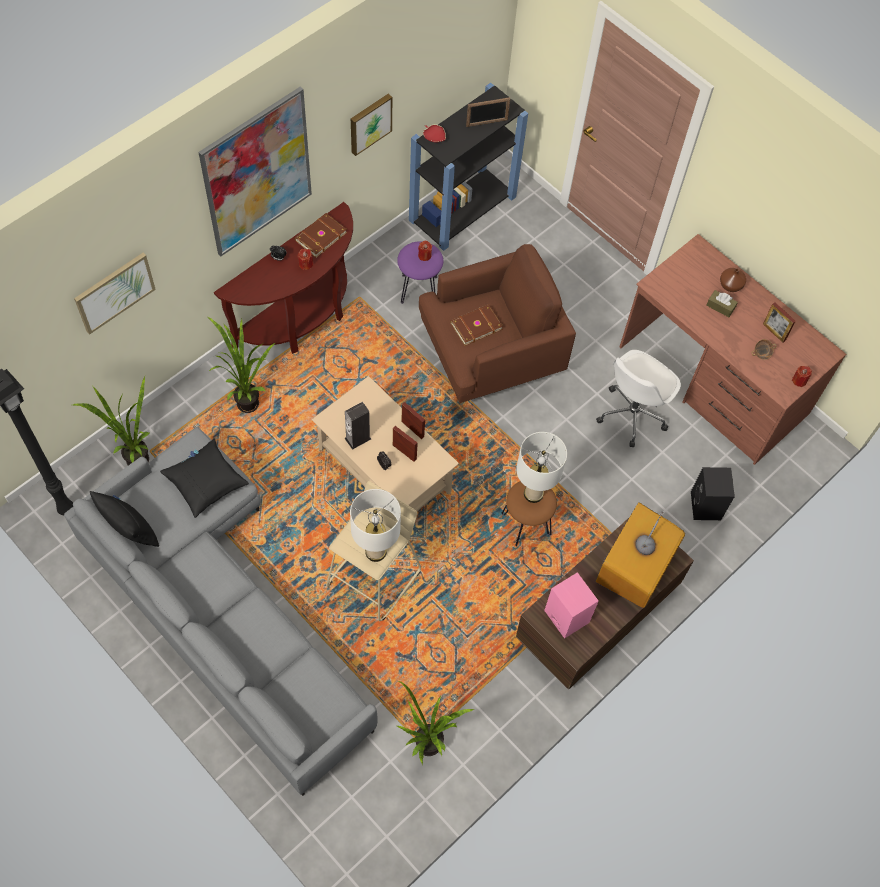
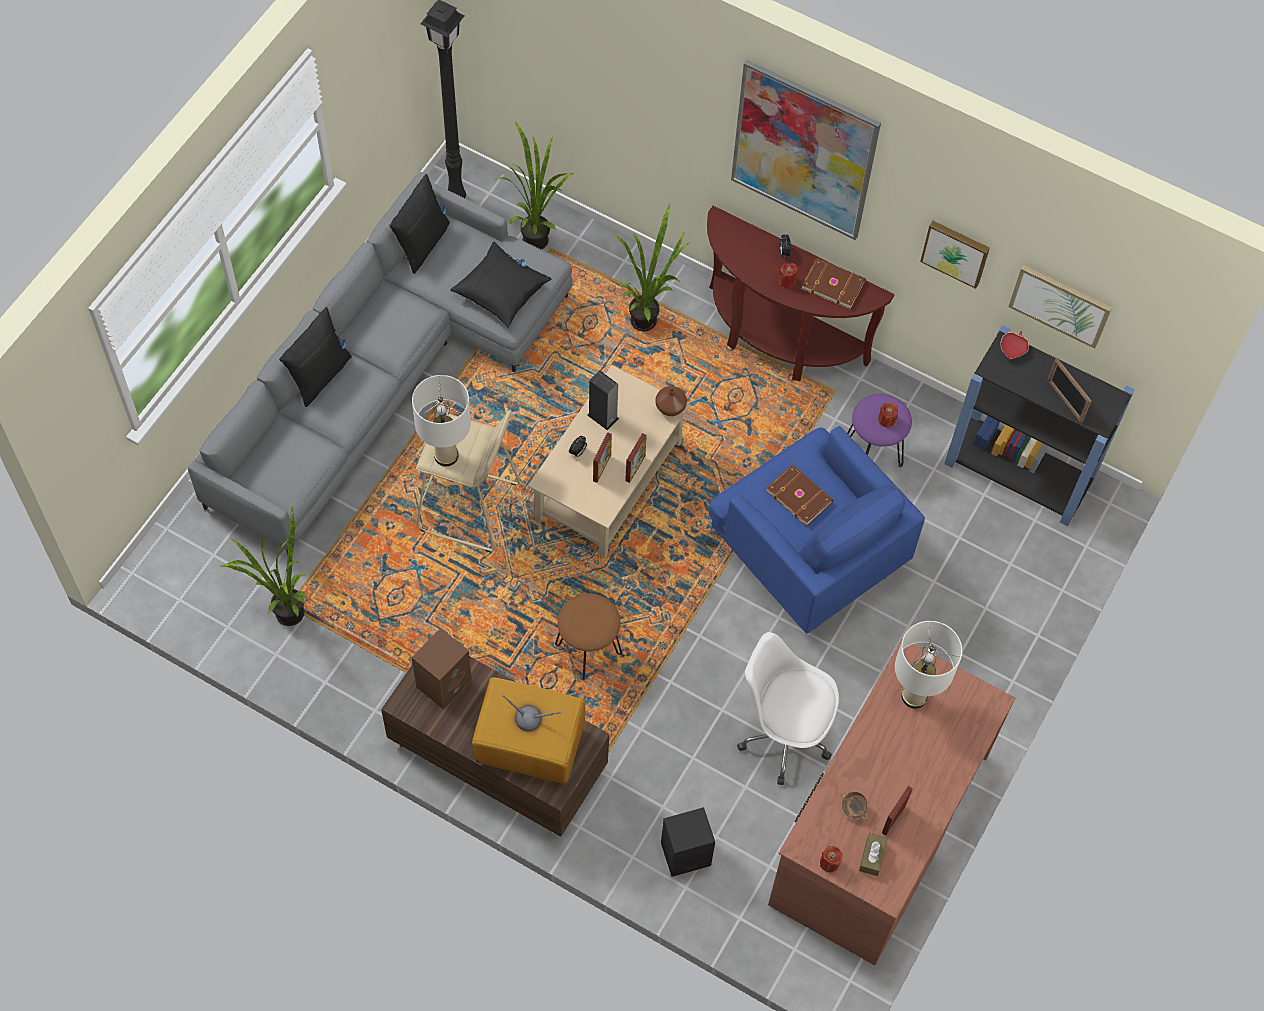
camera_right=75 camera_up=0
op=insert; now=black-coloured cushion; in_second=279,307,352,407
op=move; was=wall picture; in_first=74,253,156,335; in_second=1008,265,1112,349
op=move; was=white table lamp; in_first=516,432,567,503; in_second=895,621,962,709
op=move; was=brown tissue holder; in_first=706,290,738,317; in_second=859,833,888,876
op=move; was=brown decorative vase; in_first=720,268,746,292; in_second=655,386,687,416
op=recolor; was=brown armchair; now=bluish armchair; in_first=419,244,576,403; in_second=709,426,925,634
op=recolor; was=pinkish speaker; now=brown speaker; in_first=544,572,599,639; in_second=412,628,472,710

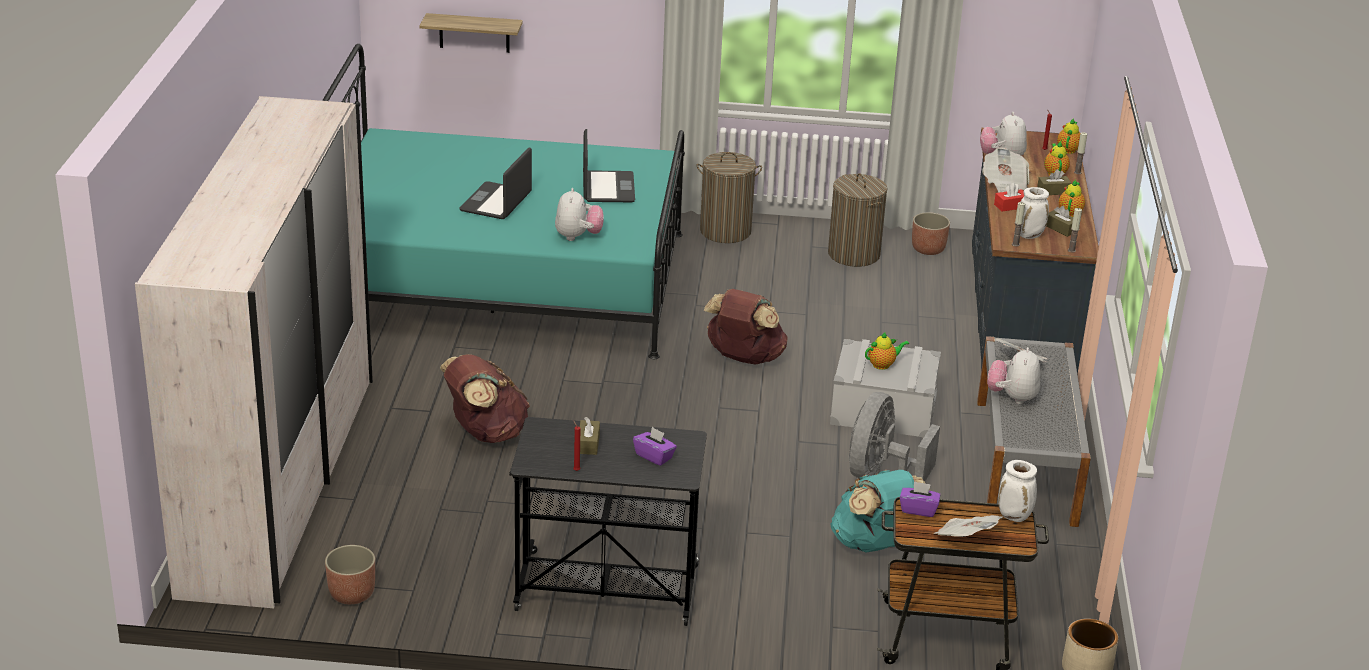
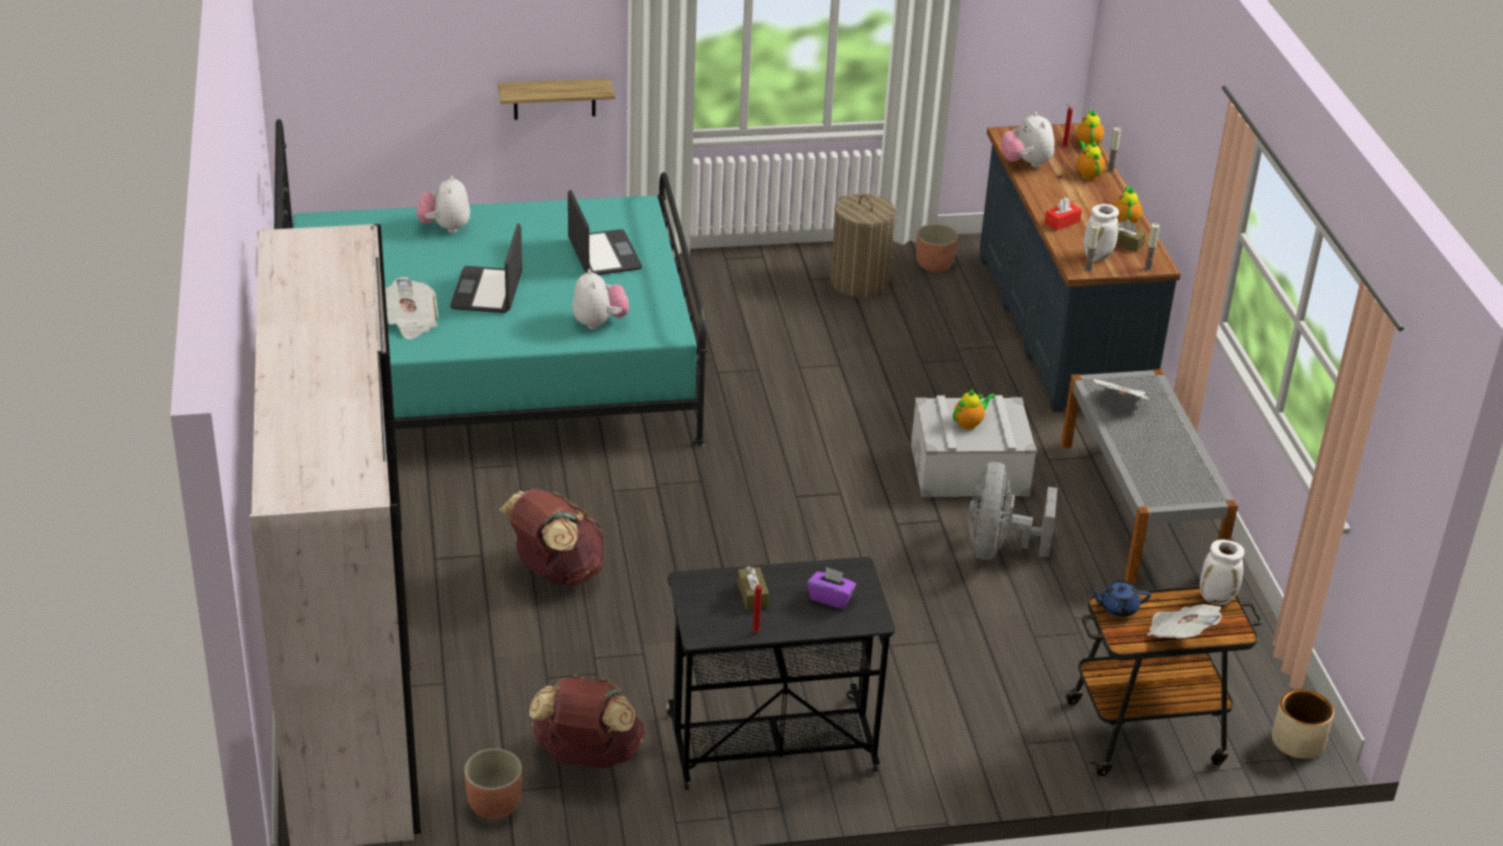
camera_right=-15 camera_up=5
op=delete; was=hamper; in_first=697,152,762,243
op=delete; was=blue-green backpack; in_first=830,470,931,552
op=delete; was=brown tissue holder; in_first=1037,169,1072,195
op=move; was=shelf; in_first=419,13,523,53; in_second=498,78,615,120
op=move; was=brown backpack; in_first=704,289,788,365; in_second=529,675,645,769
op=move; was=daily paper; in_first=982,147,1030,193; in_second=385,277,438,339
op=move; was=soft toy; in_first=987,347,1040,404; in_second=417,176,470,233
op=replace; was=purple-coloured tissue holder; now=bluish tea pot; in_first=900,481,940,517; in_second=1090,581,1151,617

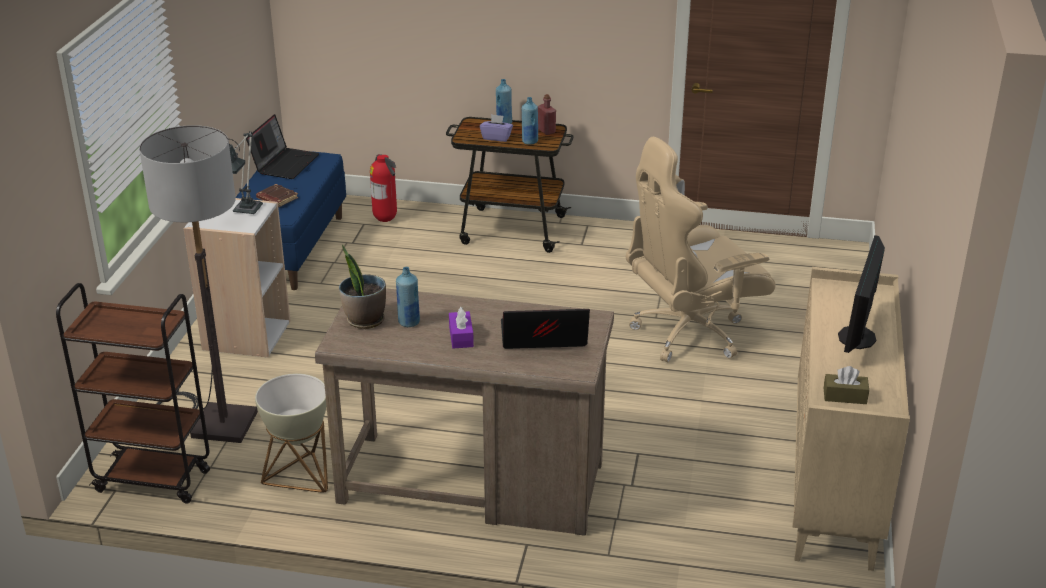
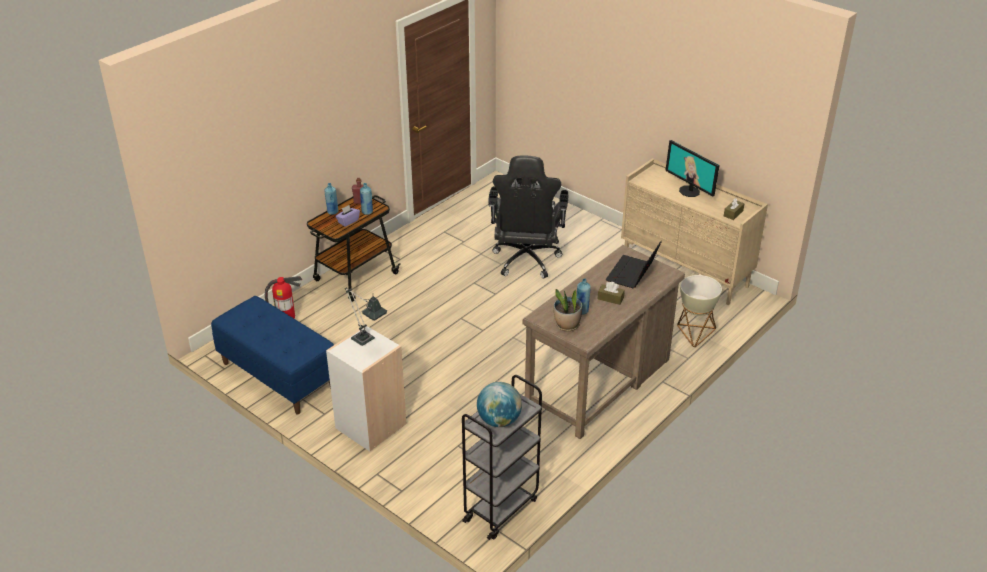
camera_right=-60 camera_up=5
op=delete; was=standard lamp; in_first=139,125,258,443
op=delete; was=notebook computer; in_first=246,114,320,179
op=delete; was=brown bound book; in_first=256,184,298,207
op=insert; now=globe; in_second=477,382,522,427
op=move; was=planter; in_first=255,373,328,493; in_second=677,275,722,347
op=recolor; was=brown trolley; now=grey trolley; in_first=56,283,210,504; in_second=462,375,542,540
op=recolor; was=purple-coloured tissue holder; now=brown tissue holder; in_first=449,307,474,349; in_second=598,282,625,305
op=recolor; was=beige office chair; now=black-coloured office chair; in_first=626,137,776,362; in_second=488,155,568,279

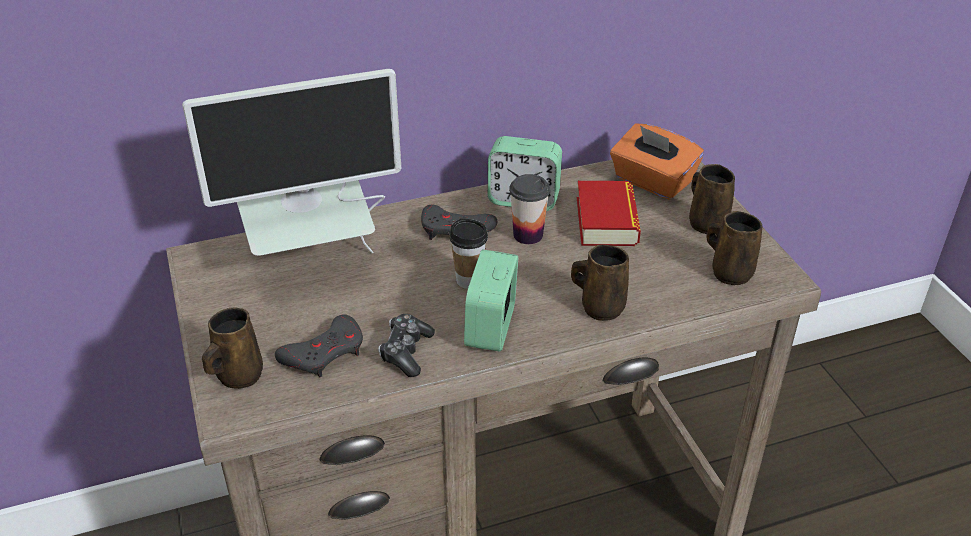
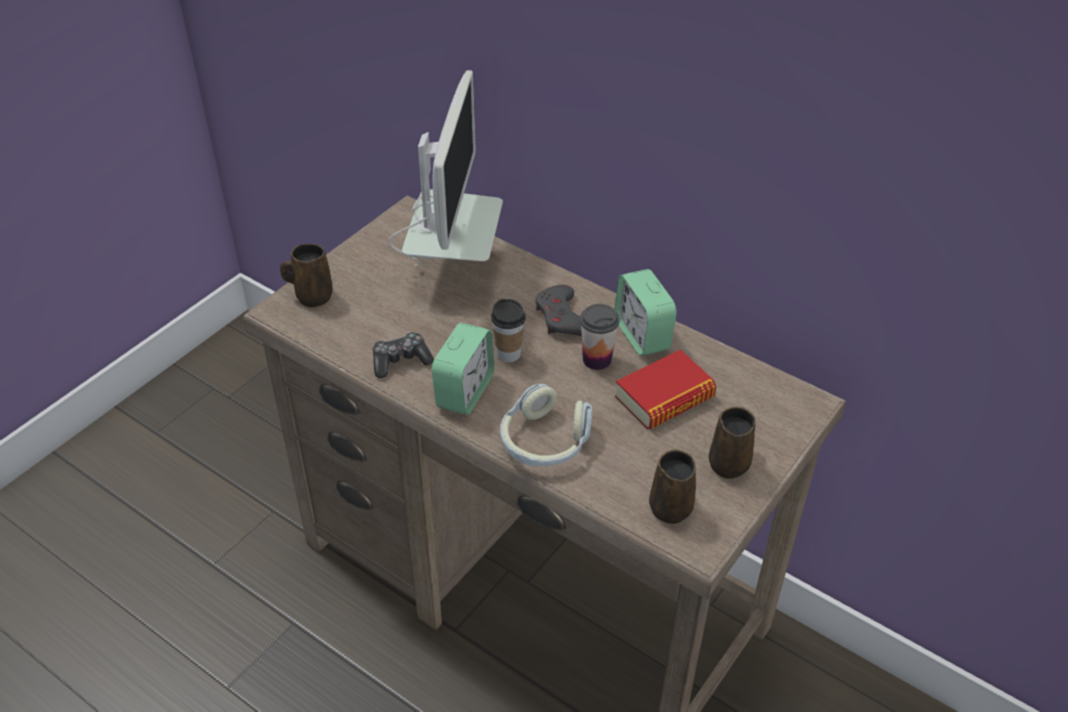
camera_right=55 camera_up=5
op=delete; was=grey game controller; in_first=275,314,363,377
op=delete; was=orange-coloured tissue holder; in_first=610,123,704,200
op=replace; was=brown tea mug; now=headset; in_first=571,245,629,321; in_second=500,384,592,466
op=rotate; was=computer display; in_first=182,69,401,256; in_second=388,70,503,267; clockwise=-120
op=rotate; was=table clock; in_first=464,249,518,352; in_second=432,323,494,415; clockwise=135

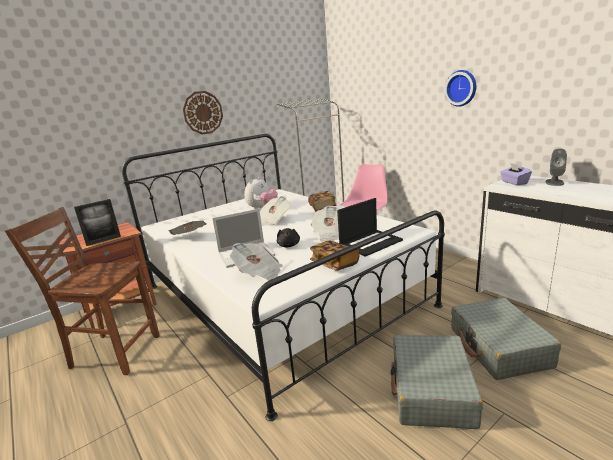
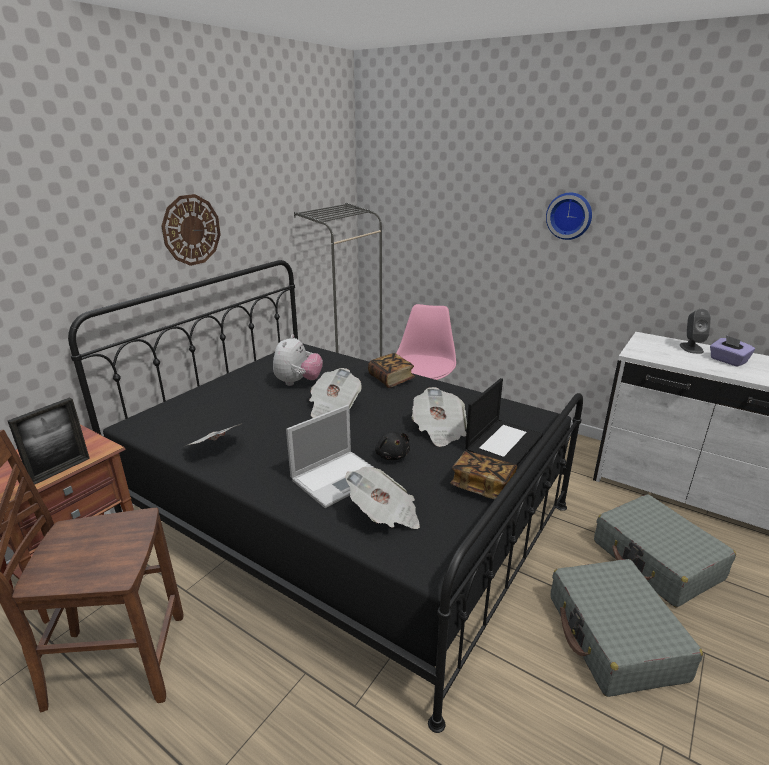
camera_right=-20 camera_up=5
op=move; was=purple-coloured tissue holder; in_first=500,163,532,185; in_second=710,335,755,367
op=recolor; was=white bedroom bed; now=black-coloured bedroom bed; in_first=122,134,445,421; in_second=68,260,583,733

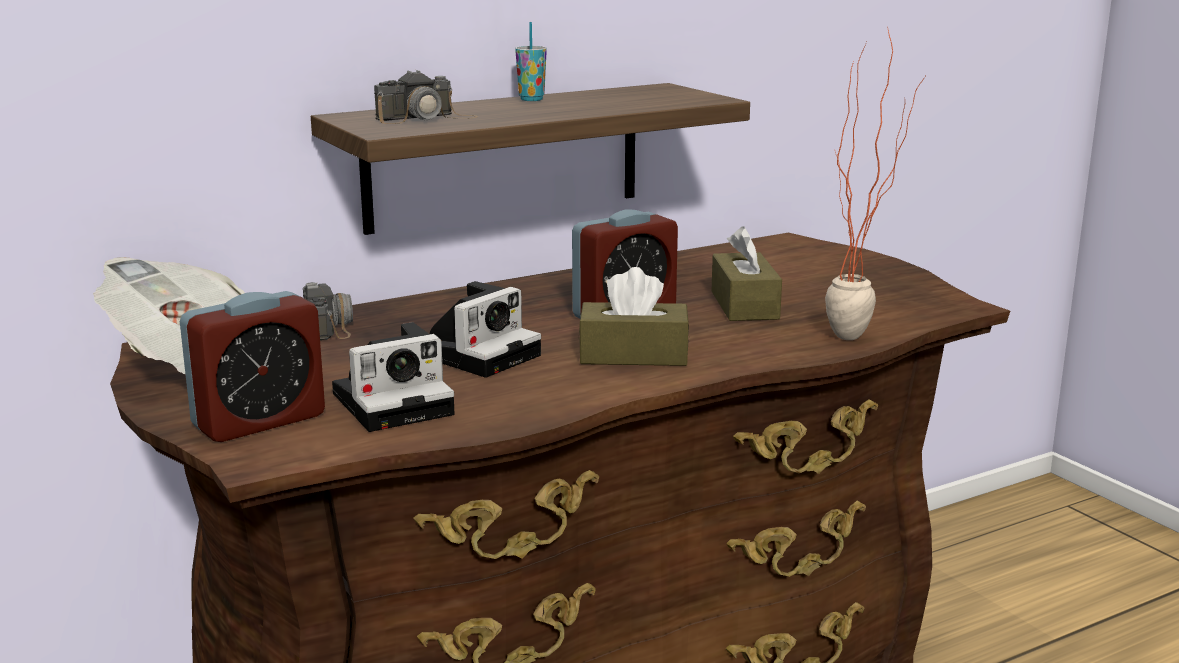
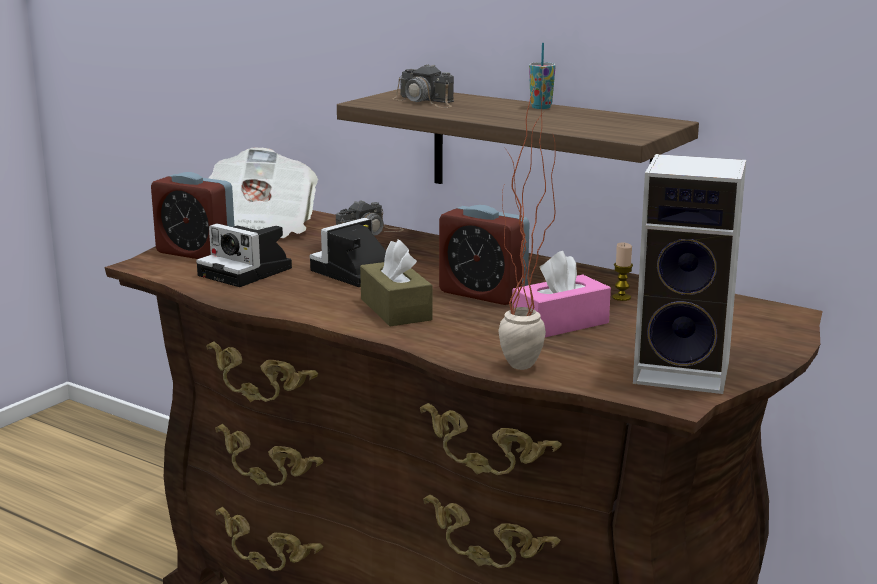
camera_right=65 camera_up=0
op=insert; now=candle; in_second=612,242,633,301
op=insert; now=speaker; in_second=633,154,746,394
op=recolor; was=brown tissue holder; now=pinkish tissue holder; in_first=712,226,782,321; in_second=512,251,611,337
op=rotate; was=photo camera; in_first=430,281,541,378; in_second=310,218,386,287; clockwise=120

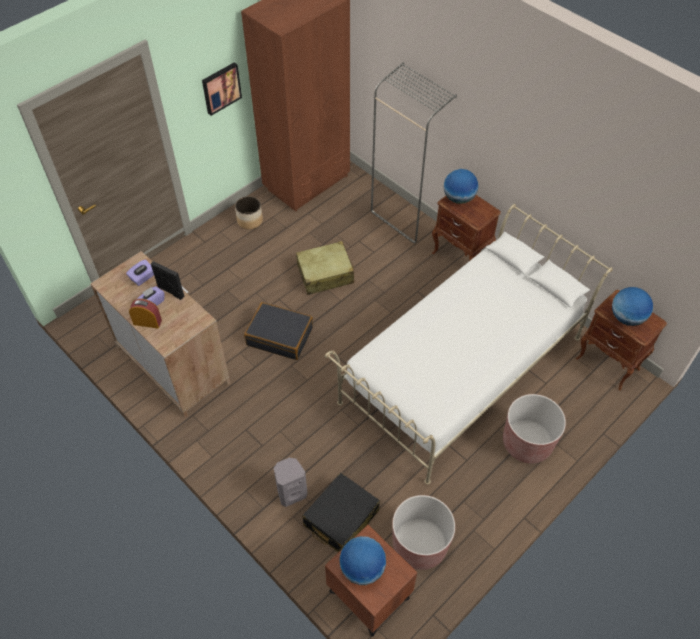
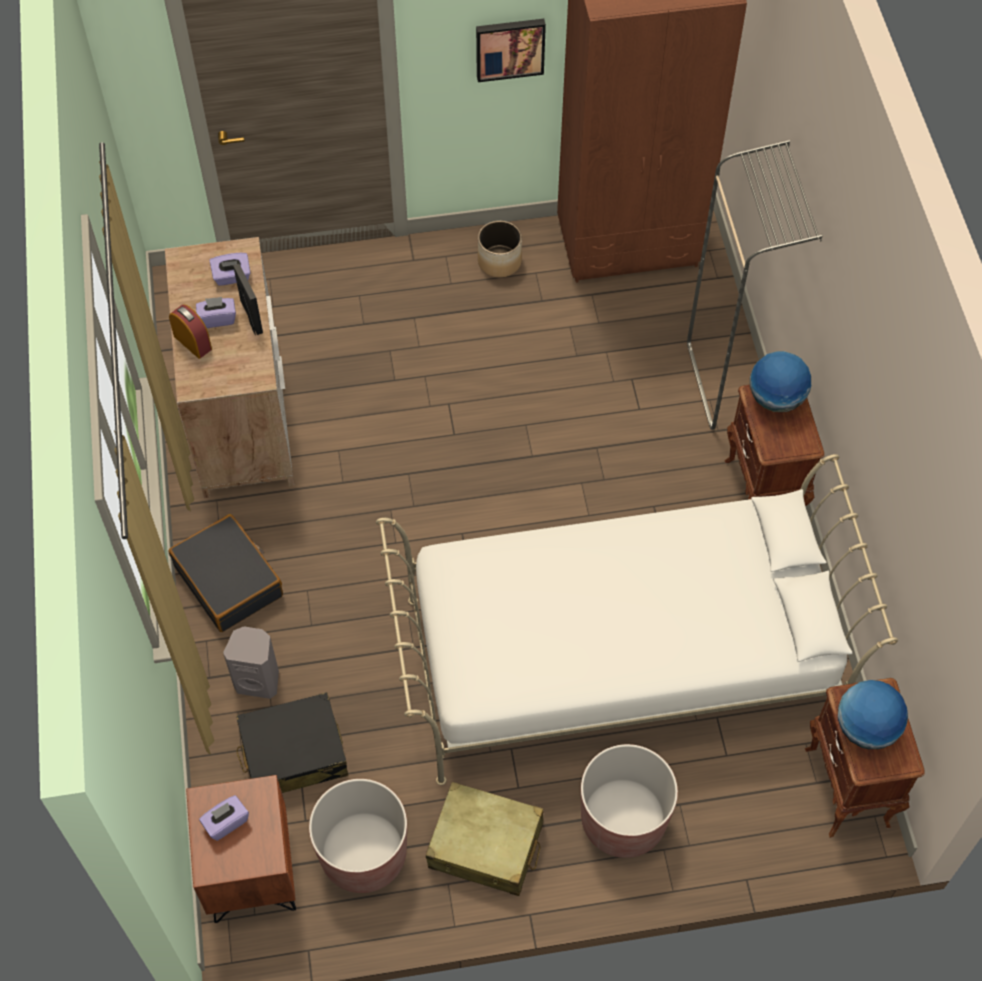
camera_right=35 camera_up=5
op=move; was=black-coloured suitcase; in_first=244,302,313,360; in_second=169,514,283,632
op=move; was=beige suitcase; in_first=296,241,354,295; in_second=426,782,543,896
op=replace; was=globe; now=purple-coloured tissue holder; in_first=339,536,386,585; in_second=199,795,249,841

